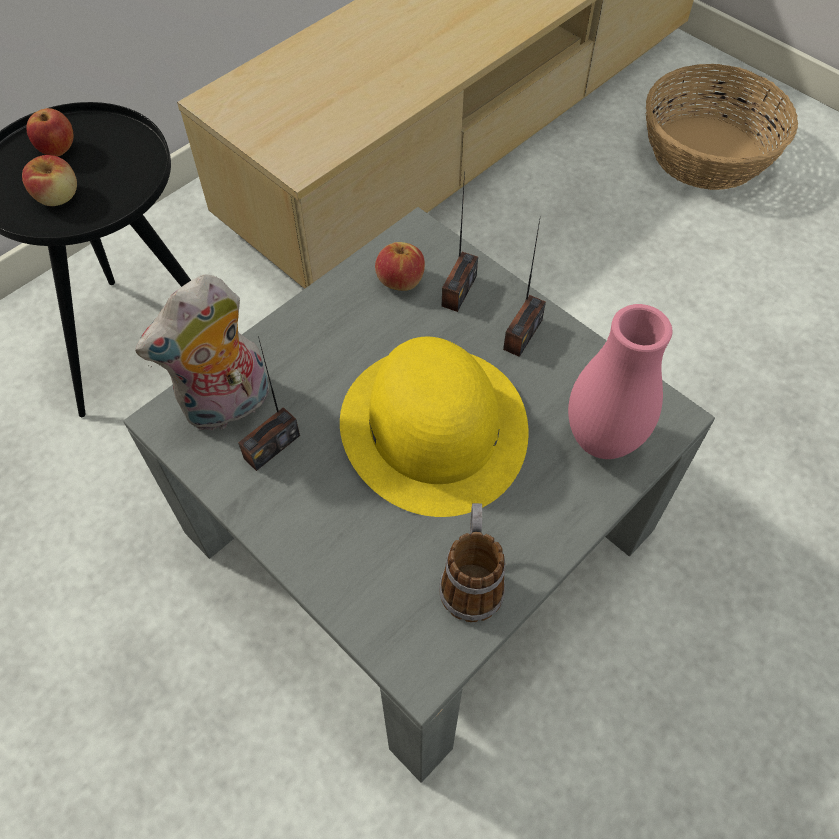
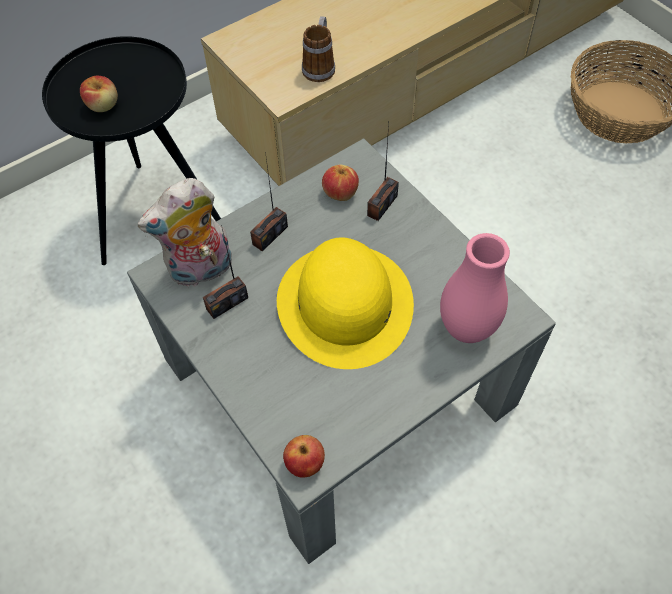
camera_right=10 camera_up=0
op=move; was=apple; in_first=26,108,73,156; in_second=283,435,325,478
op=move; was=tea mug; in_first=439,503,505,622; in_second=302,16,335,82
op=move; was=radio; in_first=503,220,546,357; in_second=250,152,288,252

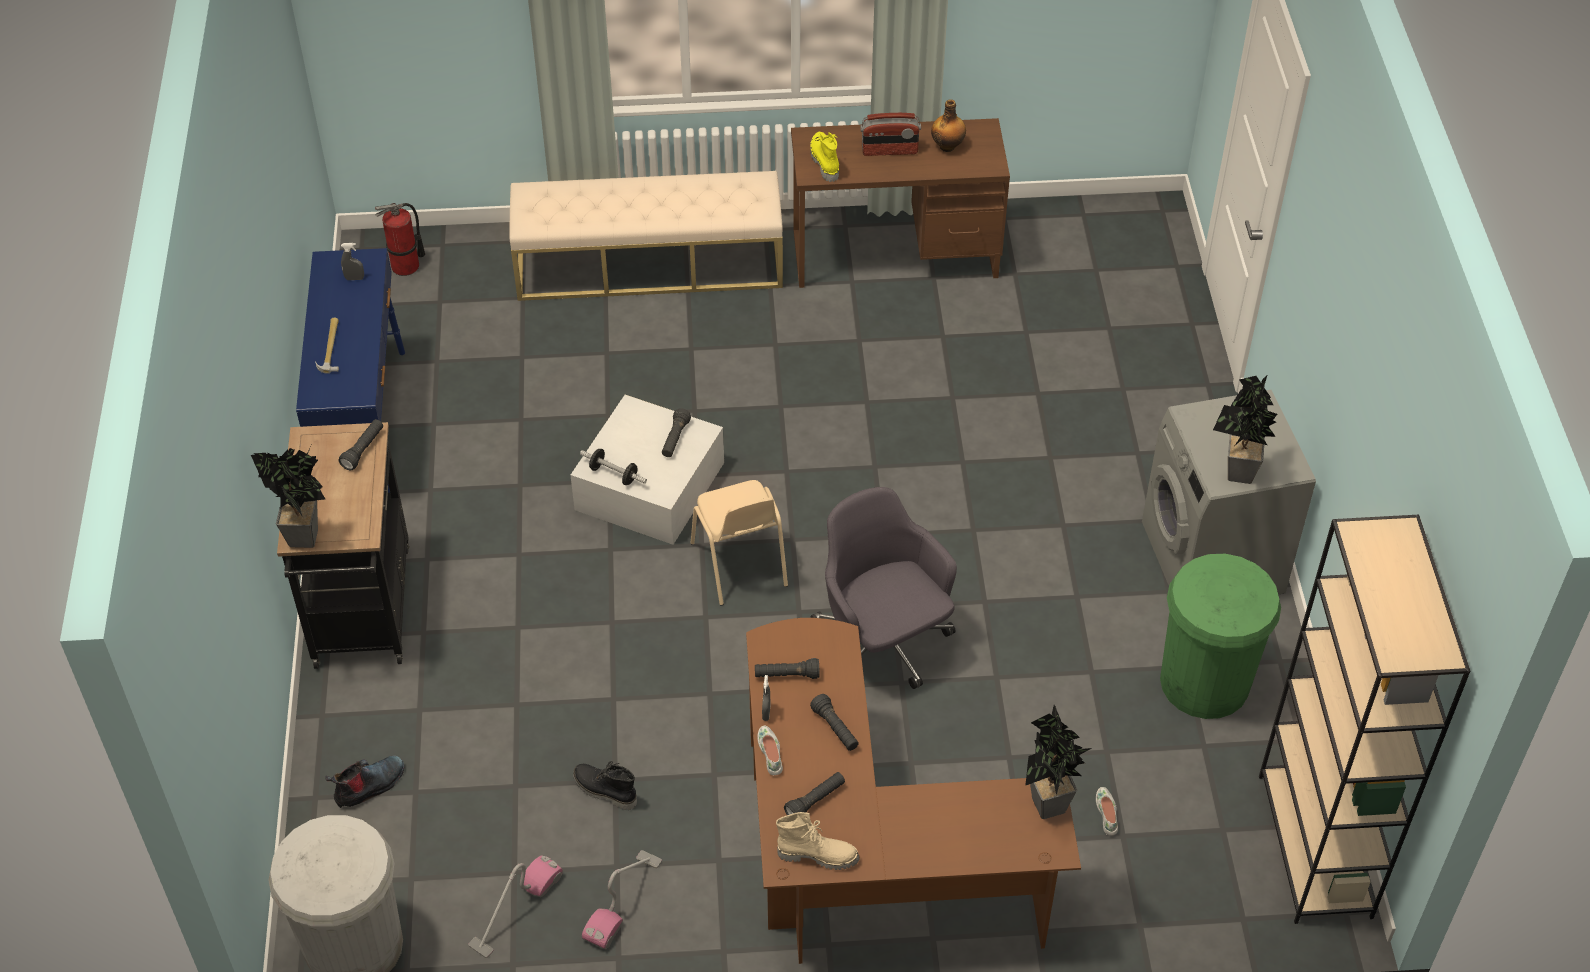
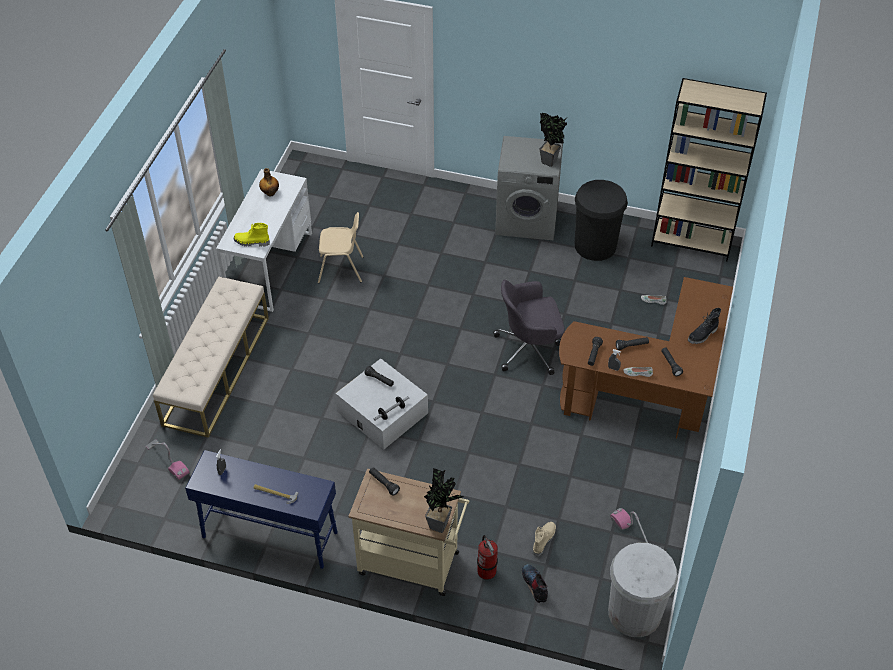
camera_right=-70 camera_up=0
op=delete; was=radio; in_first=860,113,921,156
op=delete; was=houseplant; in_first=1025,705,1092,819
op=move; was=extinguisher; in_first=375,203,425,276; in_second=477,535,498,580
op=move; was=black-coloured tall boot; in_first=573,761,637,810; in_second=688,308,721,344
op=move; was=vacuum cleaner; in_first=582,850,662,949; in_second=146,439,190,481
op=move; was=beige upright chair; in_first=691,480,788,605; in_second=318,212,363,283
op=move; was=beige tall boot; in_first=776,812,860,870; in_second=533,522,556,557
op=recolor; was=black-coloured trolley; now=beige trolley; in_first=277,422,410,669; in_second=348,469,469,596
op=recolor; was=brown desk; now=white desk; in_first=791,118,1010,288; in_second=216,169,312,312
op=recolor; was=greenish waste bin; now=black-coloured waste bin; in_first=1160,554,1281,719; in_second=575,180,628,261

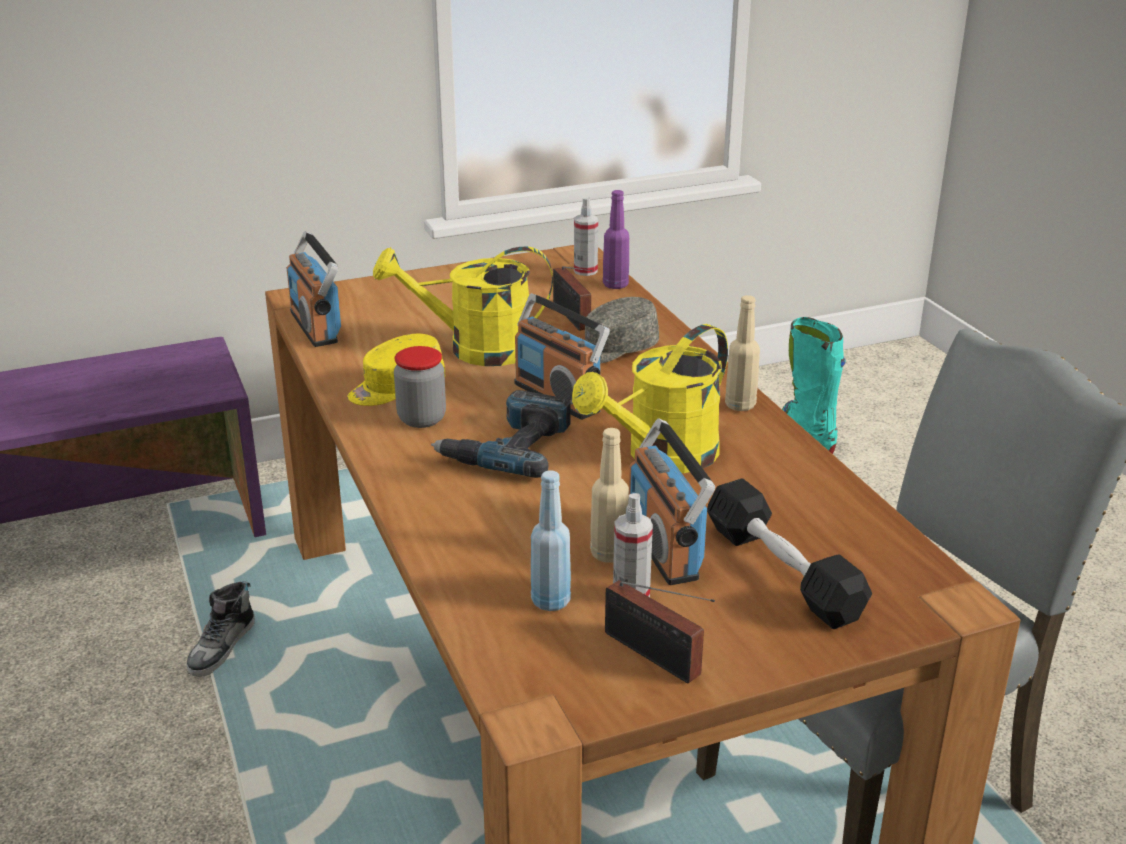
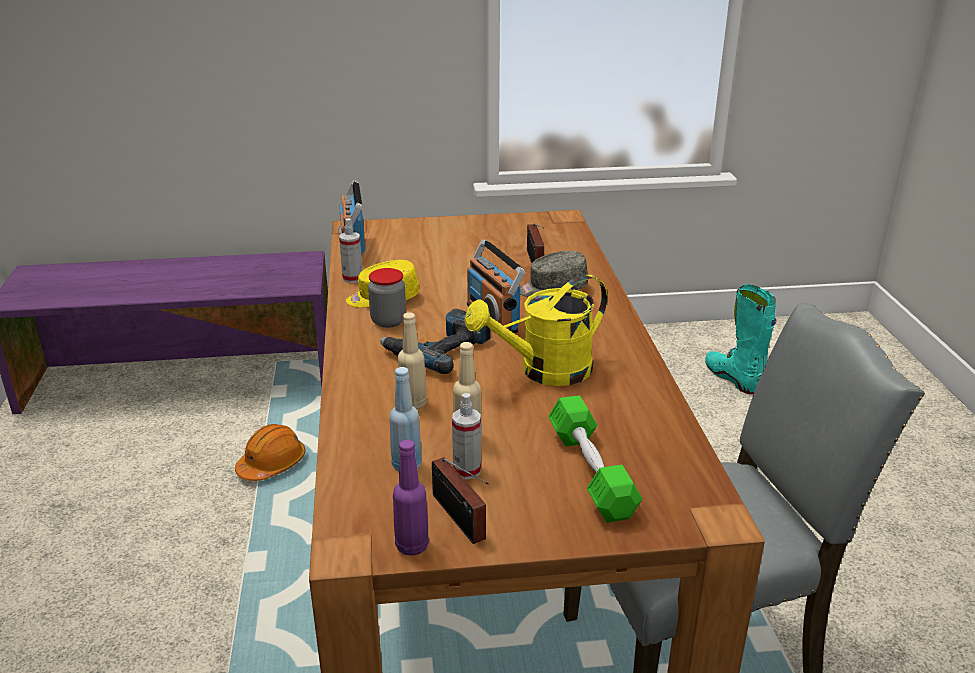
camera_right=15 camera_up=0
op=delete; was=yellowish watering pot; in_first=373,246,553,366
op=delete; was=radio; in_first=629,418,715,585
op=move; was=spray bottle; in_first=574,197,598,276; in_second=339,219,362,283
op=move; was=purple-coloured bottle; in_first=603,190,629,289; in_second=393,440,429,556
op=move; was=beige bottle; in_first=725,295,760,411; in_second=398,312,427,410
op=replace; was=item of footwear; now=orange-coloured hard hat; in_first=187,581,255,676; in_second=235,424,306,481
op=recolor; was=black-coloured free weight; now=greenish free weight; in_first=707,478,872,629; in_second=548,395,643,523

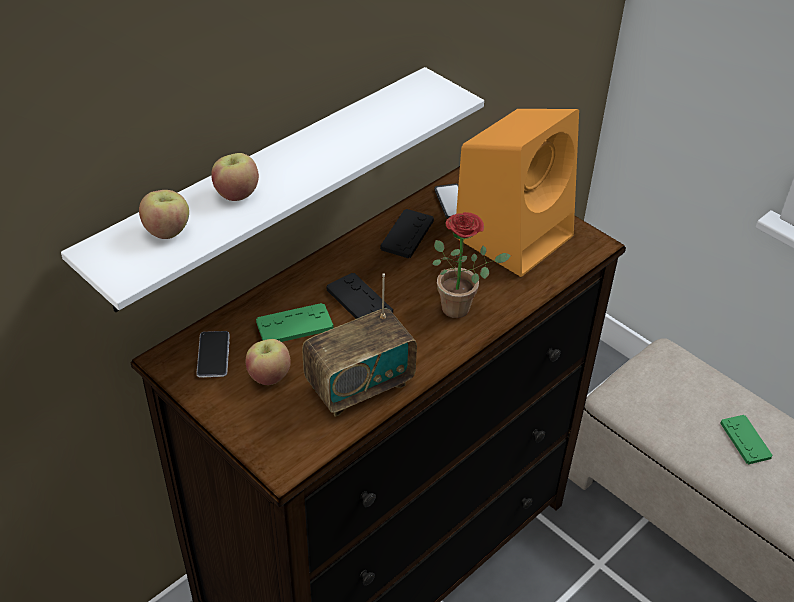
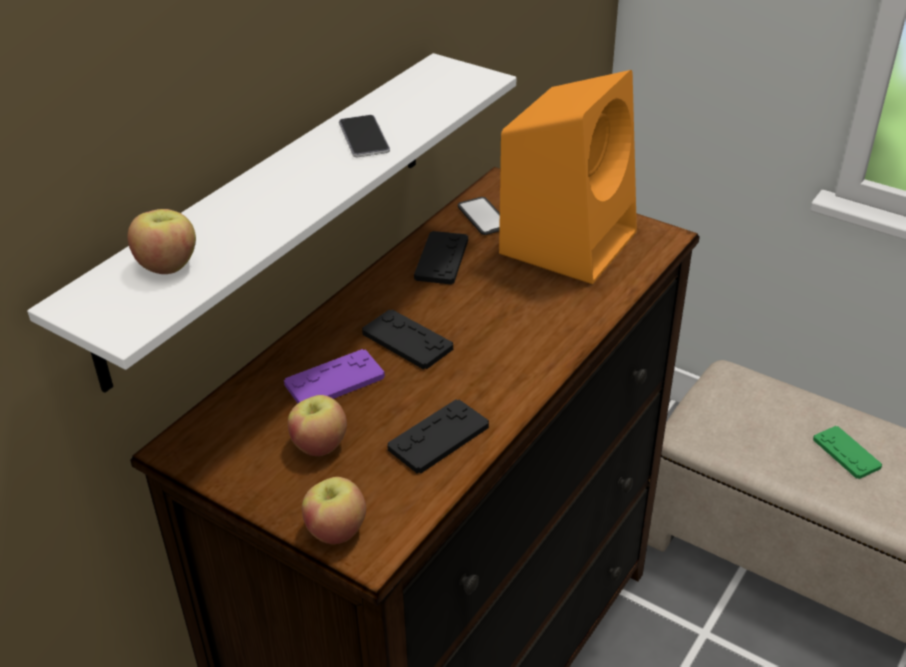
camera_right=-10 camera_up=-5
op=delete; was=houseplant; in_first=432,212,511,318
op=move; was=handset; in_first=196,331,230,378; in_second=339,115,390,157
op=move; was=apple; in_first=211,153,259,201; in_second=302,477,366,544
op=replace; was=radio; now=black-coloured game controller; in_first=302,274,417,417; in_second=387,400,489,474
op=recolor; was=greenish game controller; now=purple-coloured game controller; in_first=256,303,333,342; in_second=284,349,385,403

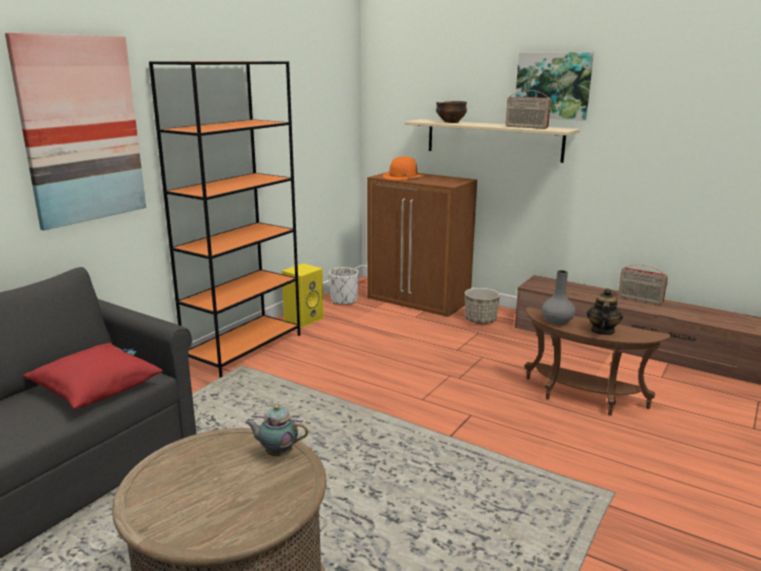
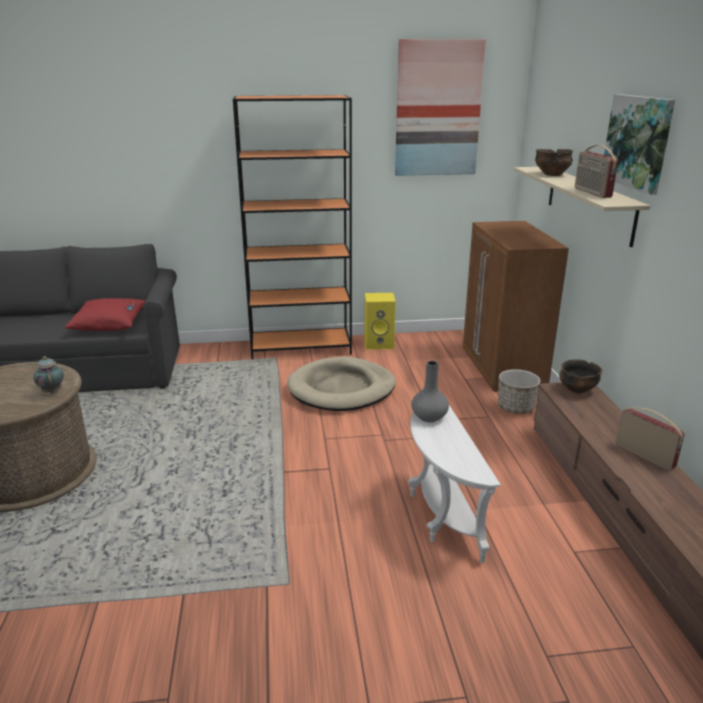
camera_right=50 camera_up=5
op=delete; was=white planter; in_first=329,267,359,304
op=delete; was=orange-coloured wearable hat; in_first=383,157,423,180
op=delete; was=tea pot; in_first=587,288,623,335
op=insert; now=beige pet bed; in_second=287,356,396,411
op=insert; now=deep dish; in_second=559,359,602,394
op=move; was=wall picture; in_first=5,33,146,230; in_second=395,39,486,176
op=recolor; was=brown accent table; now=white accent table; in_first=524,307,671,416; in_second=408,405,501,563
op=rotate; was=radio; in_first=618,264,668,305; in_second=616,407,685,470; clockwise=150

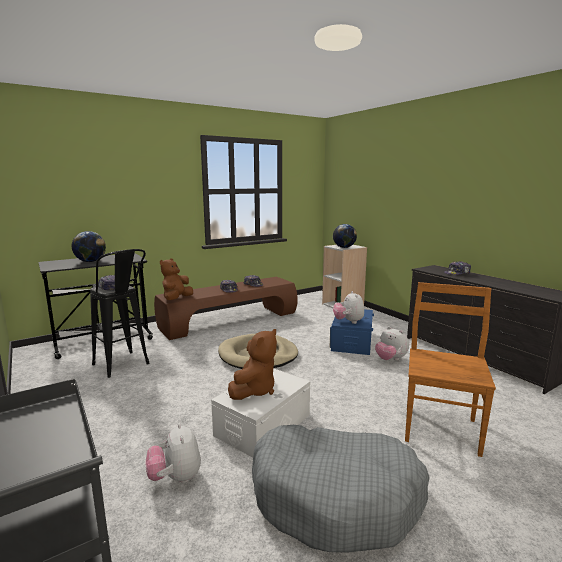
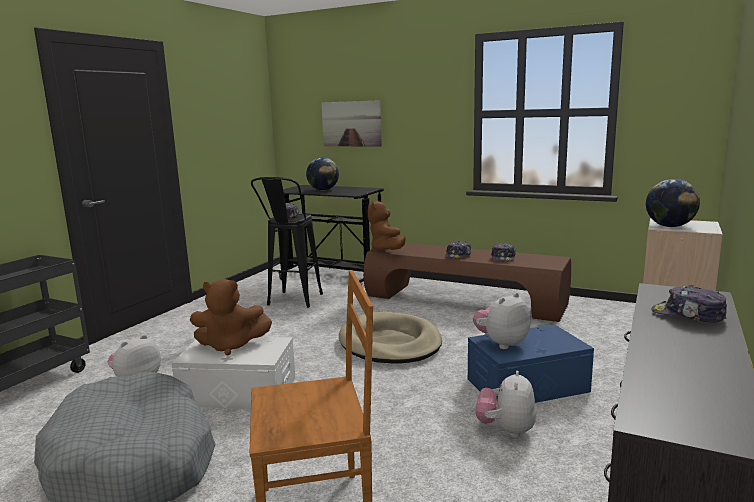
camera_right=60 camera_up=0
op=insert; now=wall picture; in_second=321,100,382,147
op=rotate; was=brown soft toy; in_first=160,258,193,300; in_second=368,200,406,252; clockwise=-90

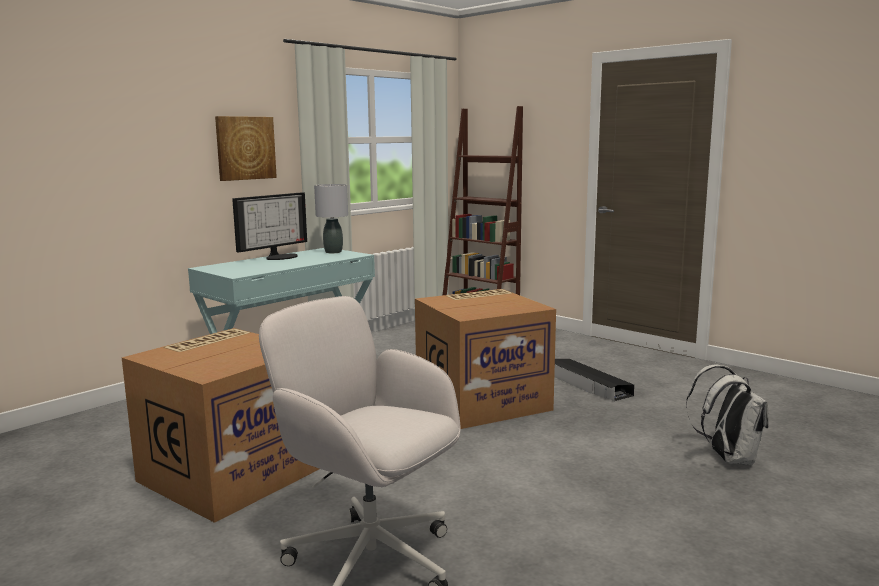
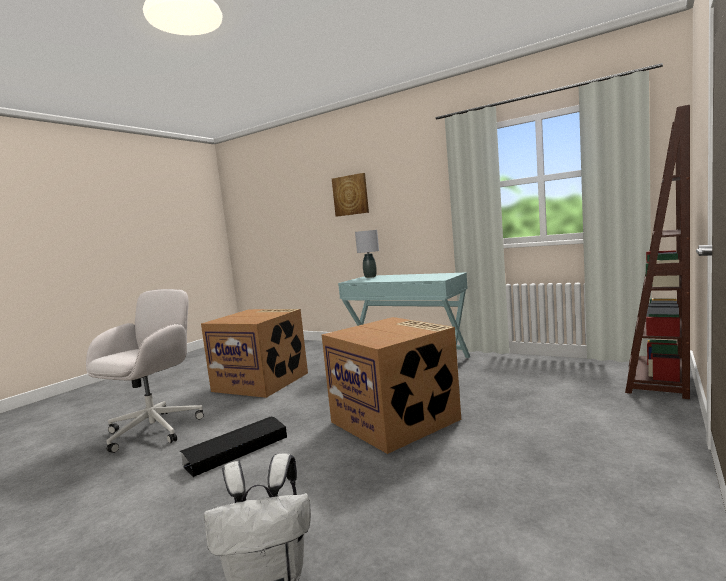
camera_right=80 camera_up=-5
op=delete; was=computer display; in_first=232,192,307,260
op=move; was=wall picture; in_first=215,116,277,181; in_second=332,173,369,217
op=move; was=grey table lamp; in_first=314,184,348,253; in_second=355,230,379,278
op=move; was=black-coloured storage bin; in_first=554,359,634,401; in_second=179,417,287,477

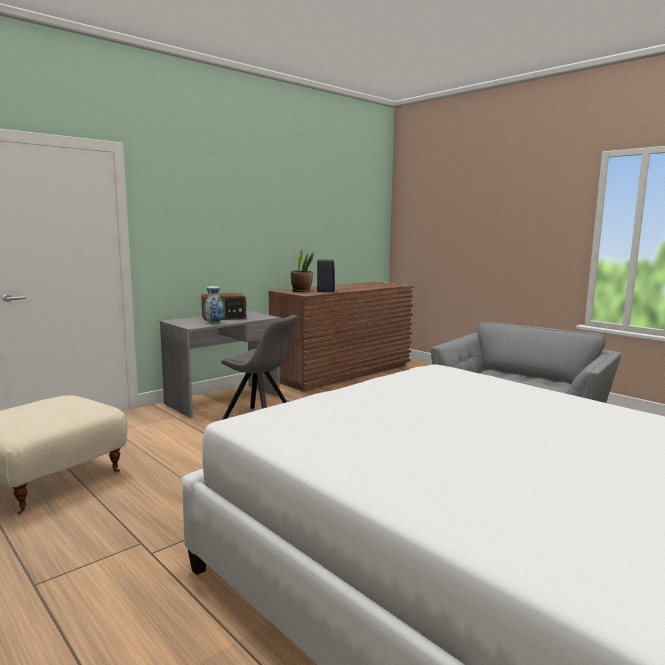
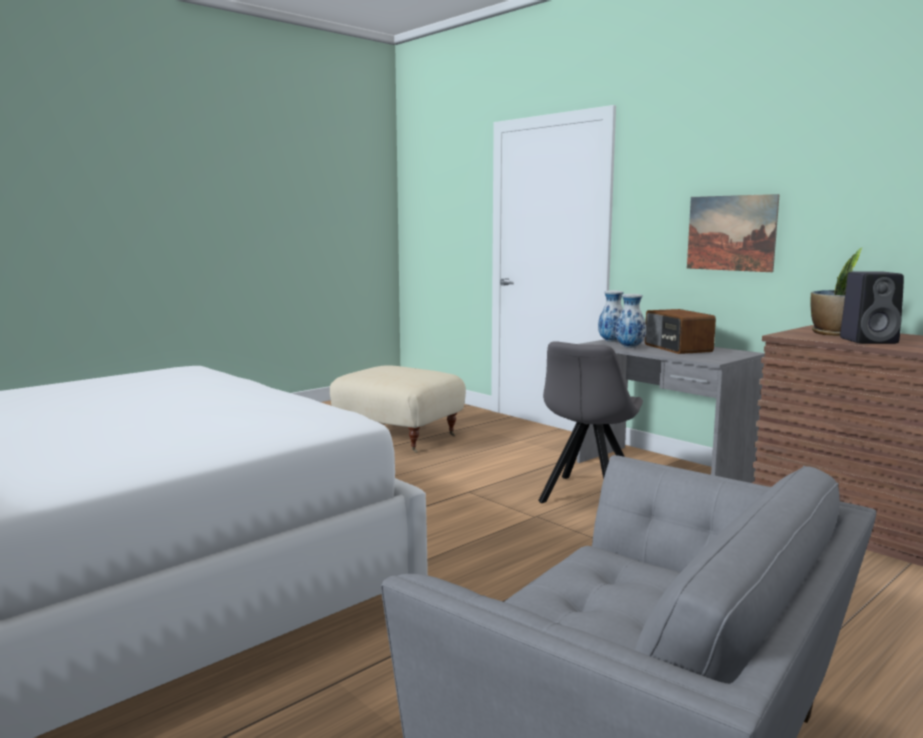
camera_right=90 camera_up=0
op=insert; now=decorative vase; in_second=598,290,624,342
op=insert; now=wall picture; in_second=687,194,780,272

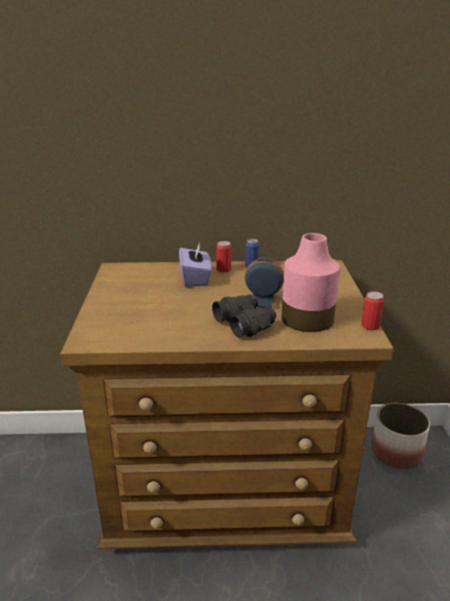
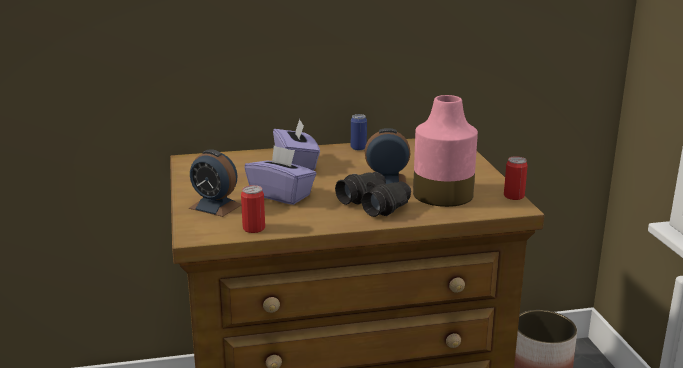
camera_right=-10 camera_up=-5
op=insert; now=table clock; in_second=189,149,241,217
op=insert; now=purple-coloured tissue holder; in_second=244,145,316,205
op=move; was=can; in_first=216,241,231,272; in_second=241,185,265,233

